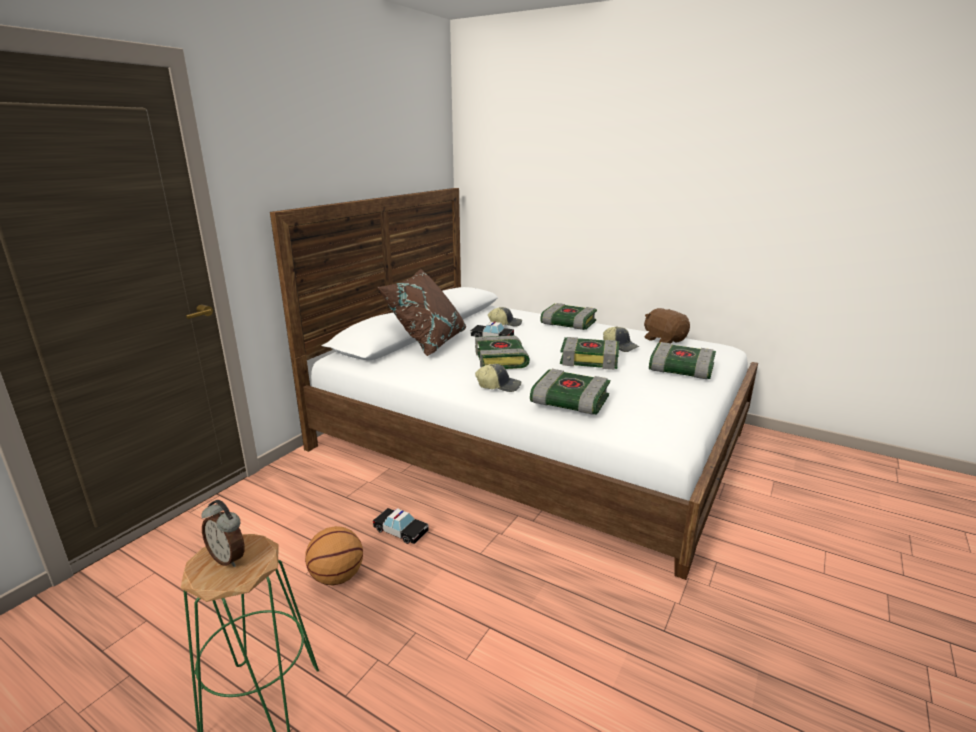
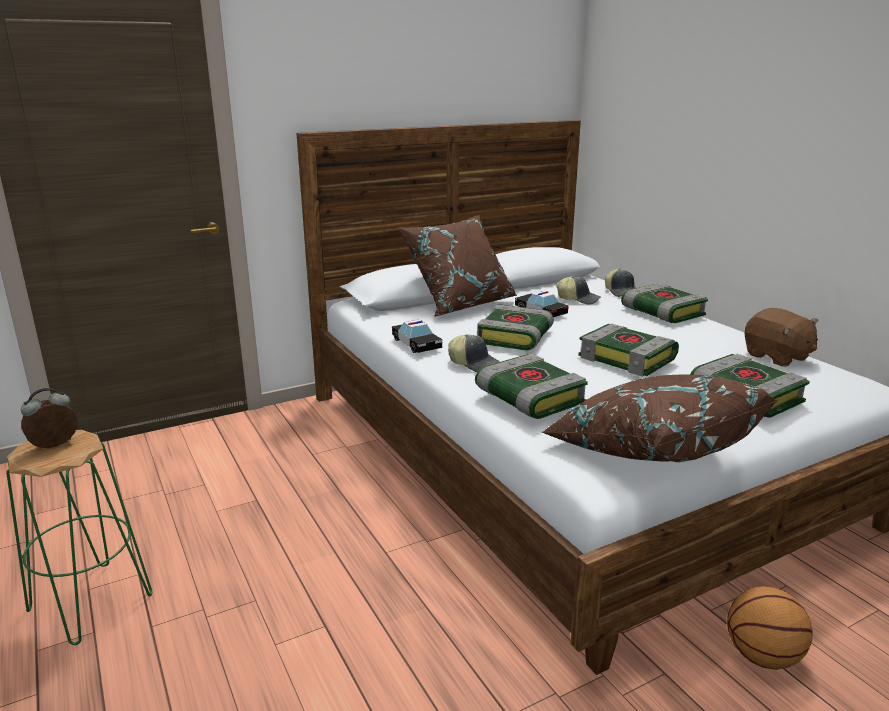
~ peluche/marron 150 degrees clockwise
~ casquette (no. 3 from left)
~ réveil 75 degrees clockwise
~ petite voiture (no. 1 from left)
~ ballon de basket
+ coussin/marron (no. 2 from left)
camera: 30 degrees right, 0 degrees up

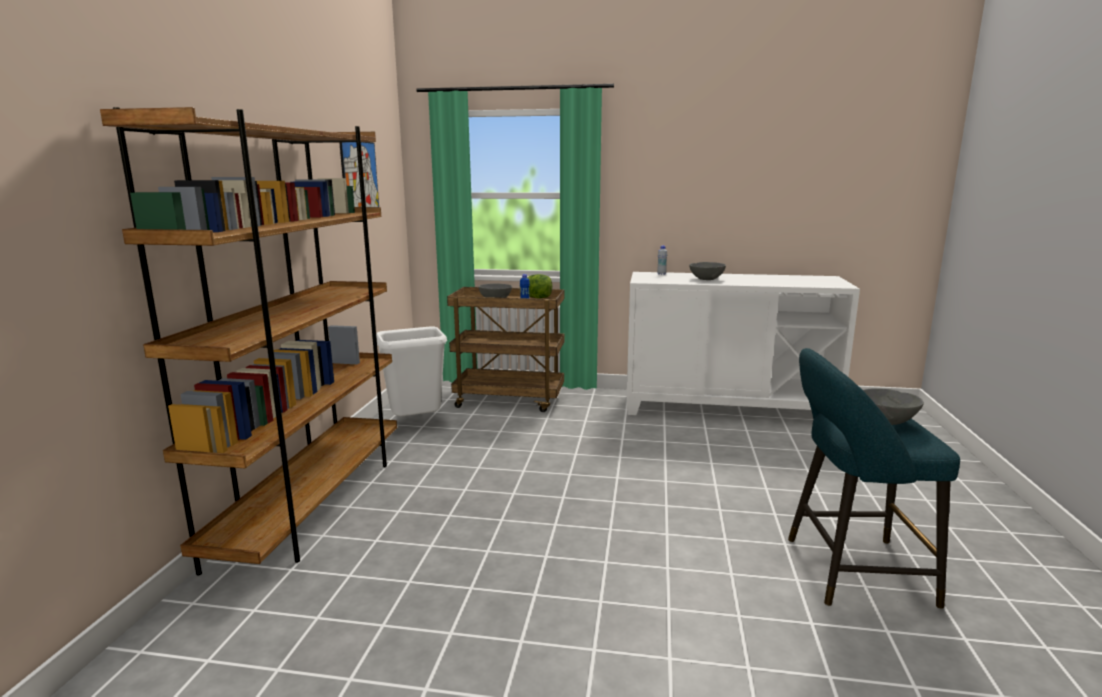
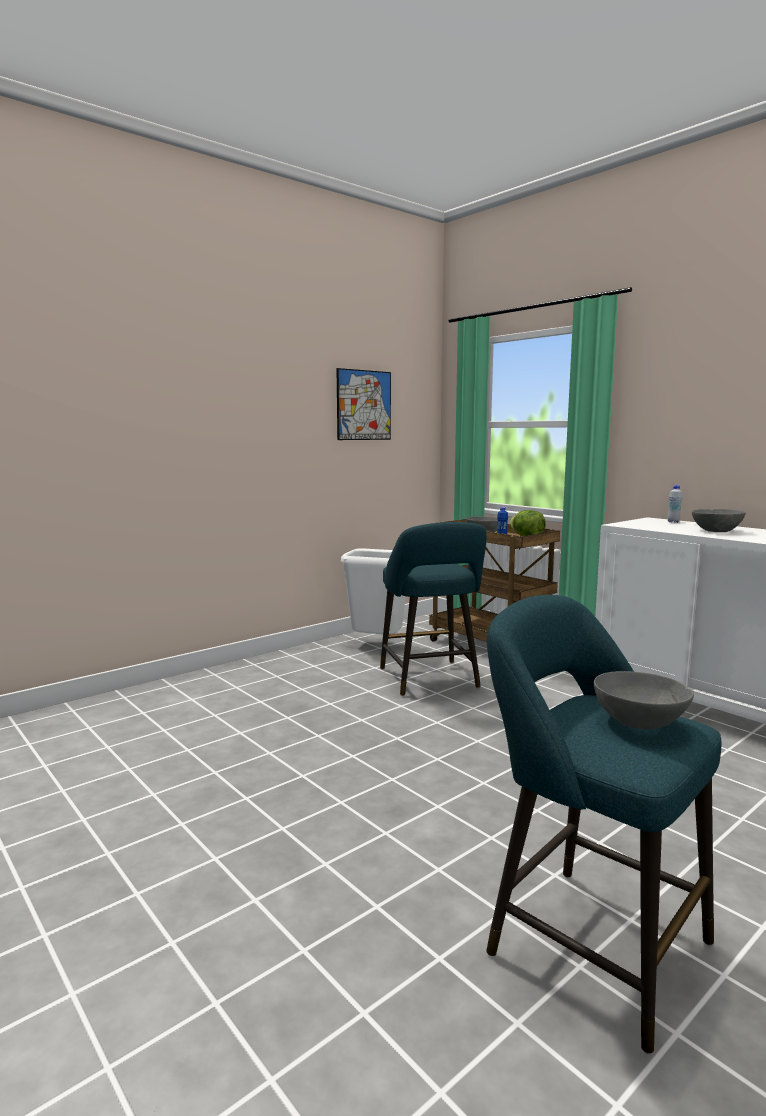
- bibliothèque/marron
+ tabouret/turquoise (no. 1 from left)
camera: 40 degrees right, 5 degrees down

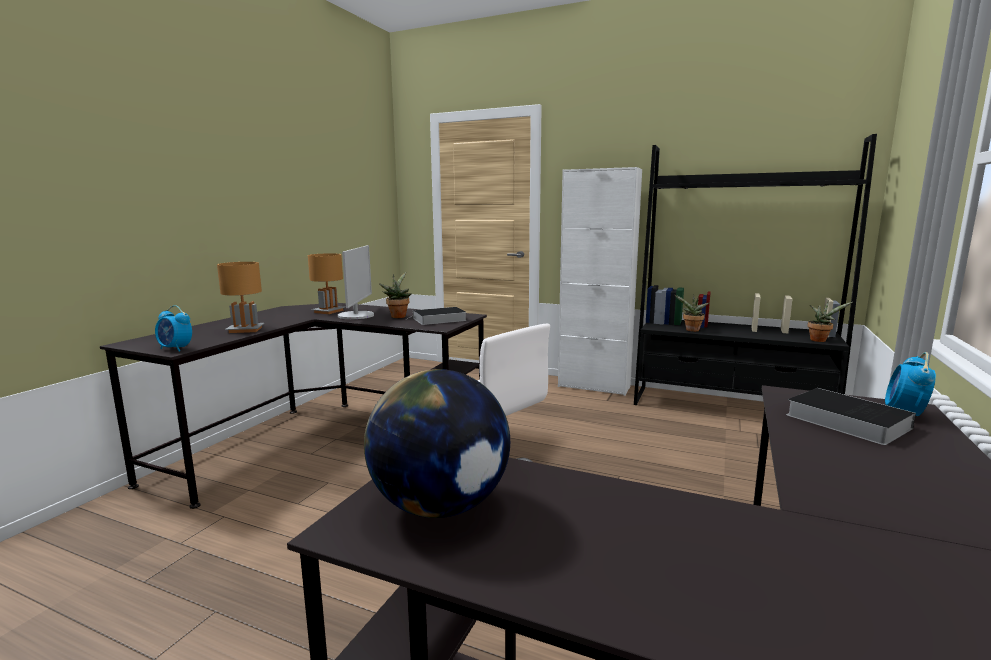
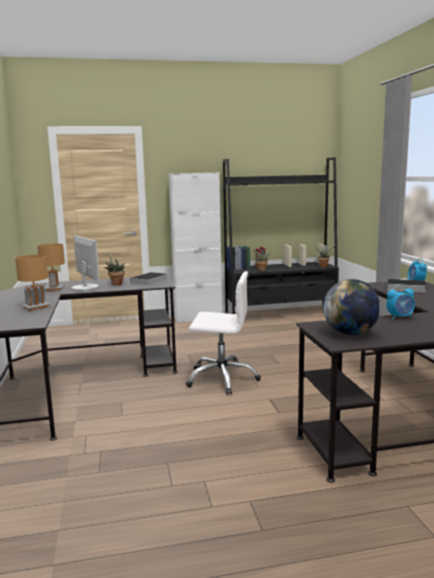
~ réveil (no. 1 from left)
camera: 35 degrees left, 0 degrees up

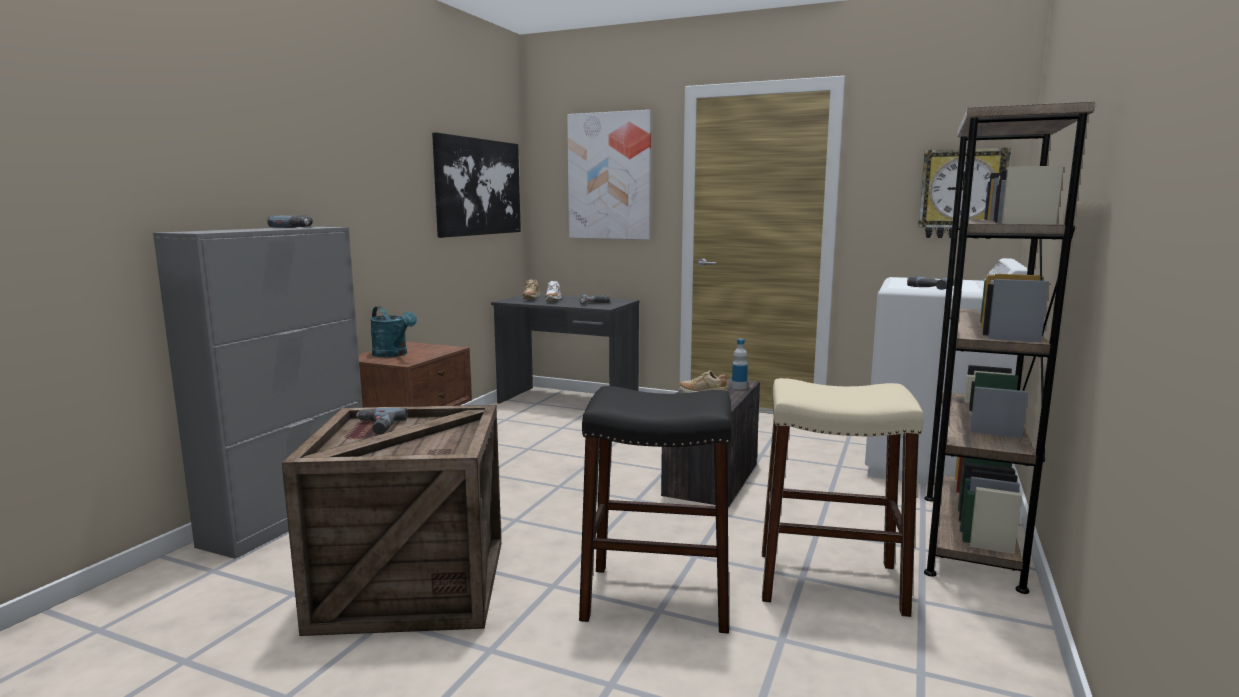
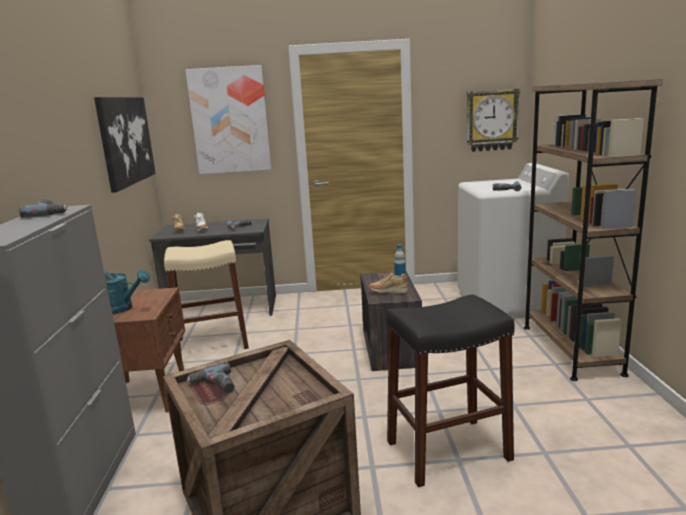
~ tabouret/beige
camera: 25 degrees left, 5 degrees up

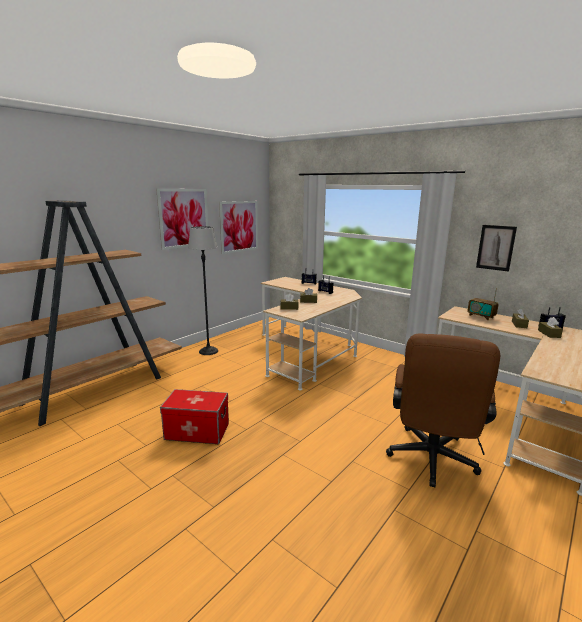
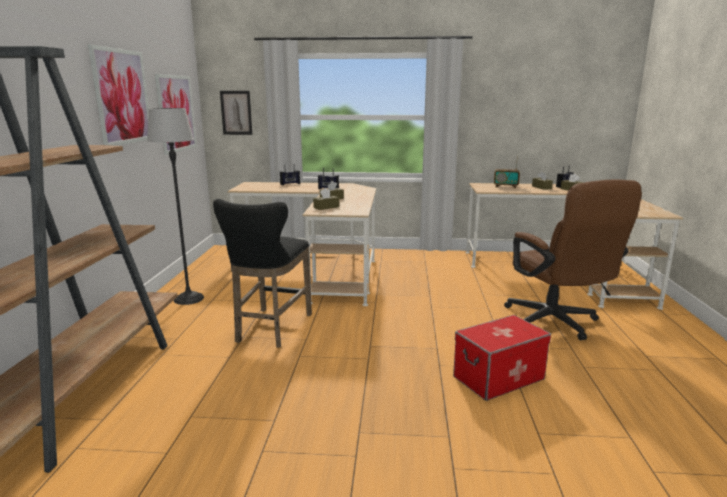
~ tableau (no. 3 from left)
~ boîte de rangement
+ tabouret/noir
camera: 35 degrees left, 0 degrees up

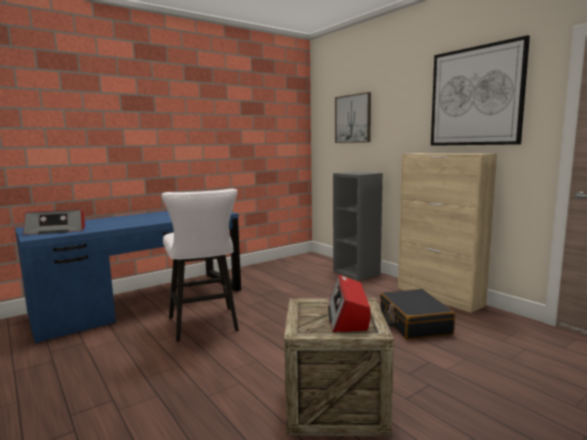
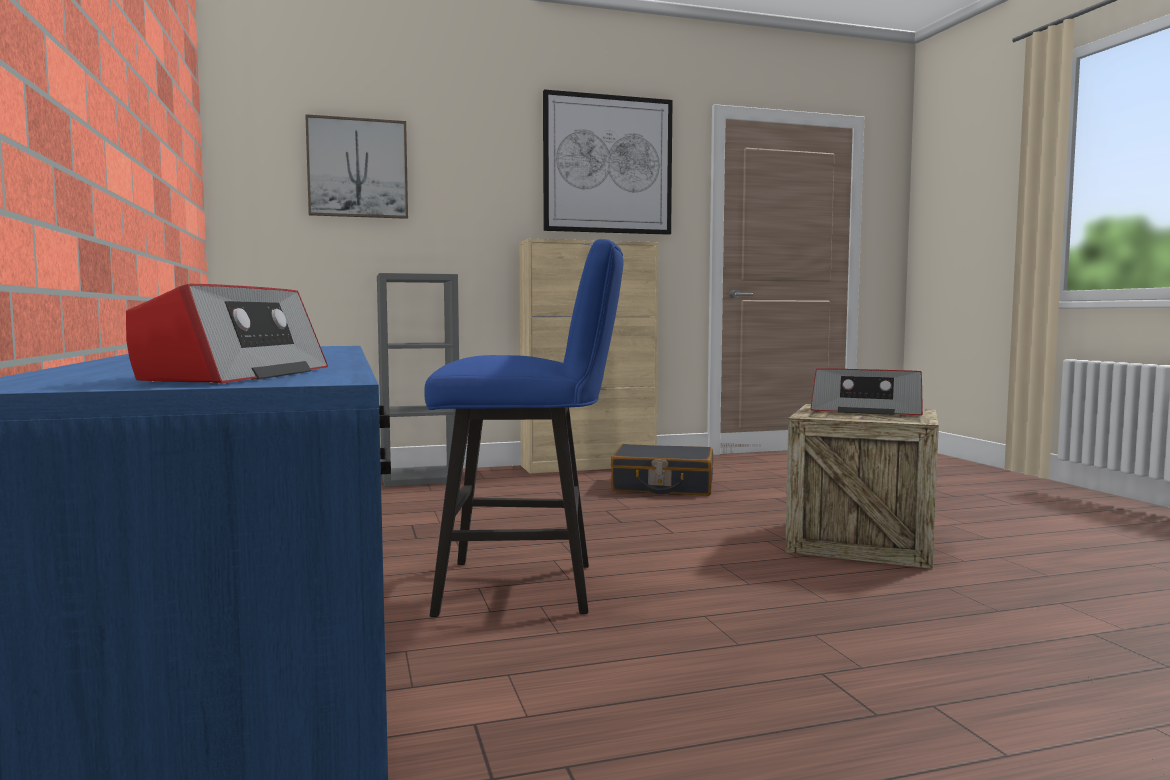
~ tabouret/blanc to tabouret/bleu
camera: 70 degrees left, 5 degrees down

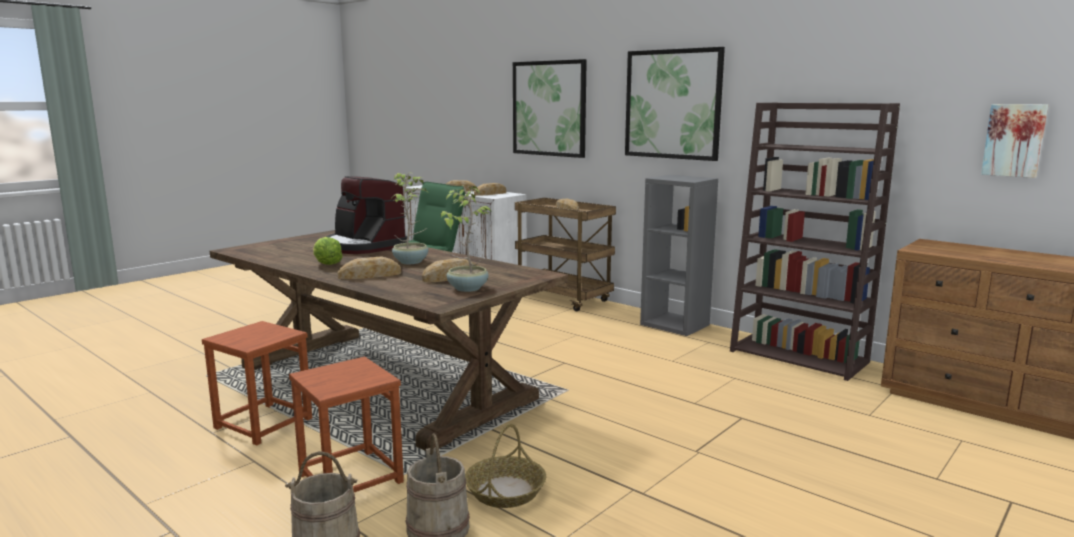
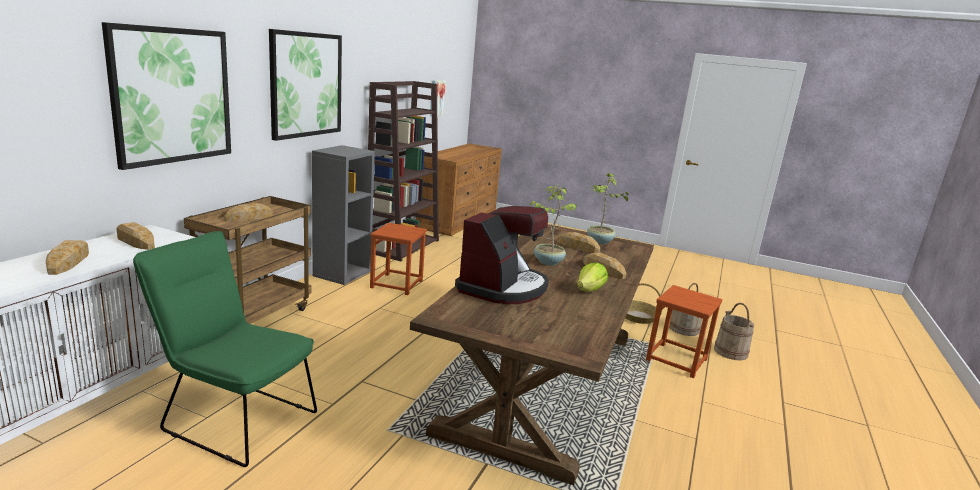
~ tabouret/marron (no. 1 from left)
camera: 110 degrees left, 5 degrees up

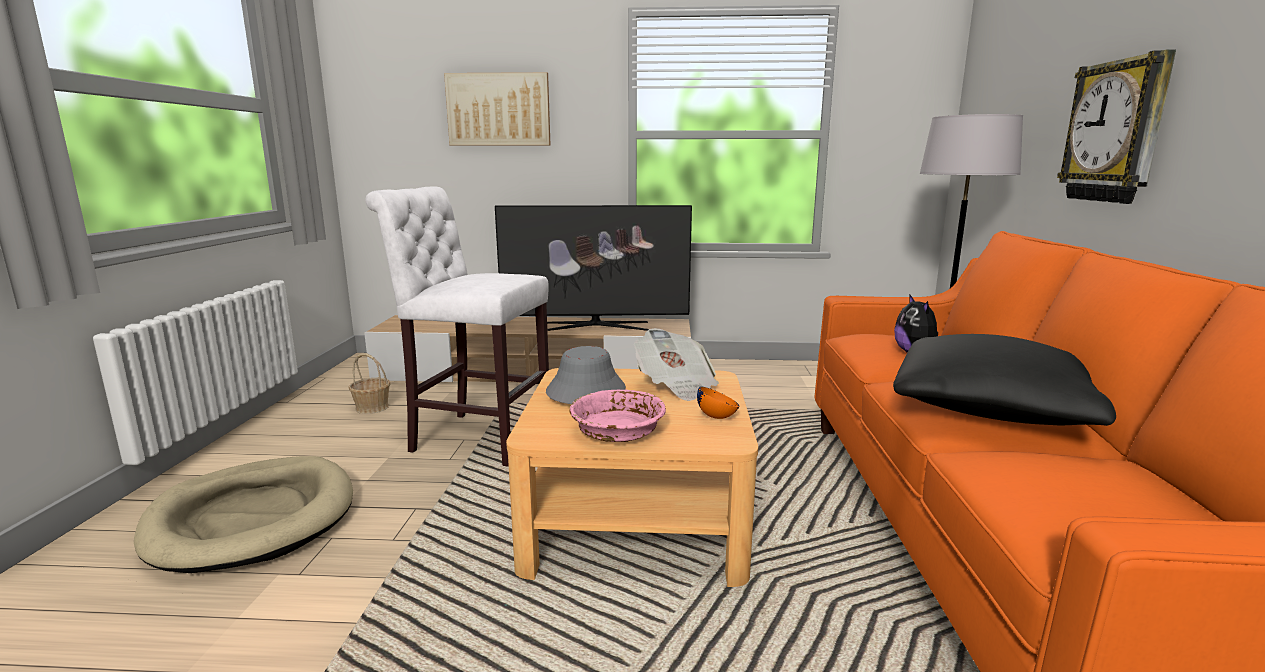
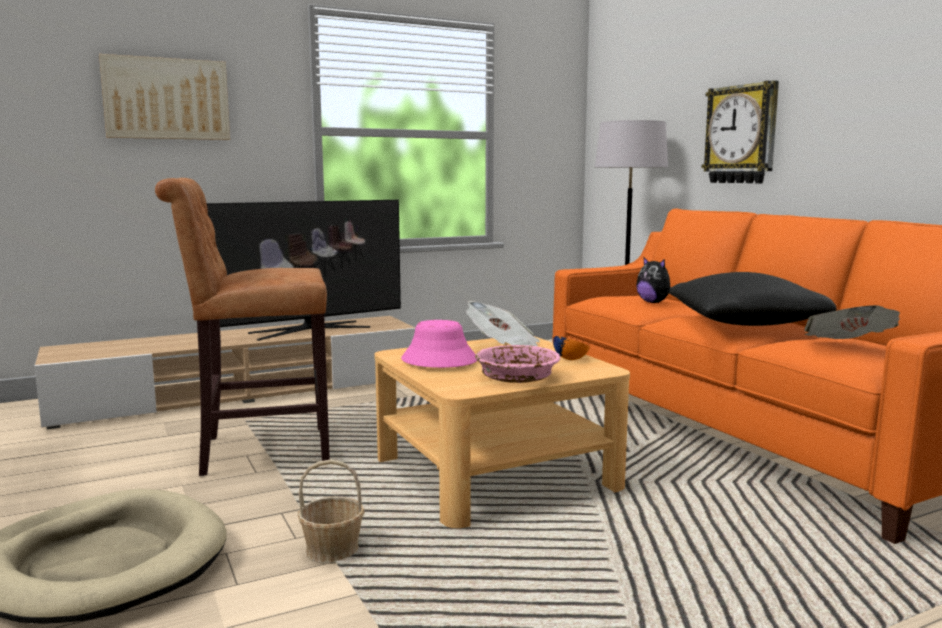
~ tabouret/blanc to tabouret/marron
~ chapeau/gris to chapeau/rose
~ panier
+ journal (no. 2 from left)
camera: 30 degrees left, 5 degrees down

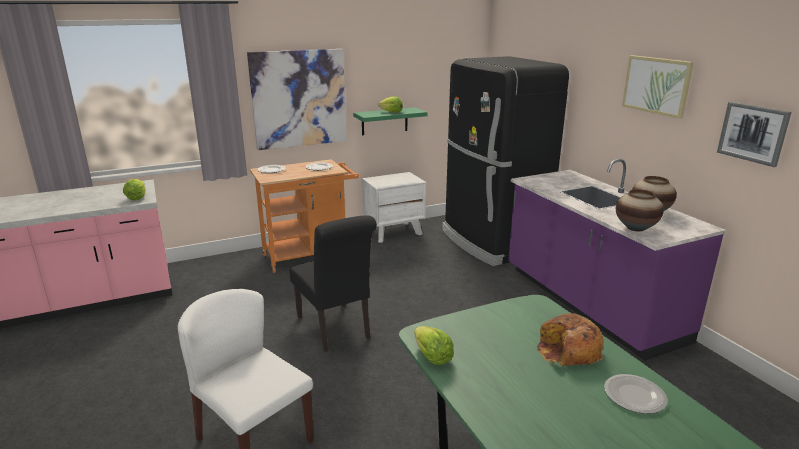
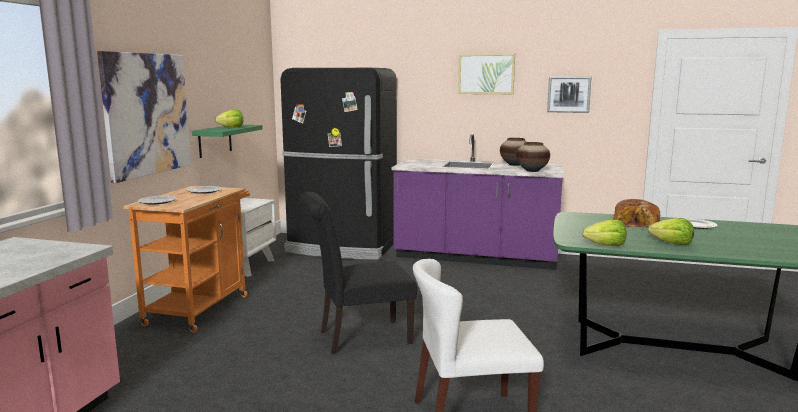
~ laitue (no. 1 from left in the first image) to laitue (no. 3 from left)
~ chaise/noir 150 degrees clockwise
camera: 50 degrees left, 10 degrees down

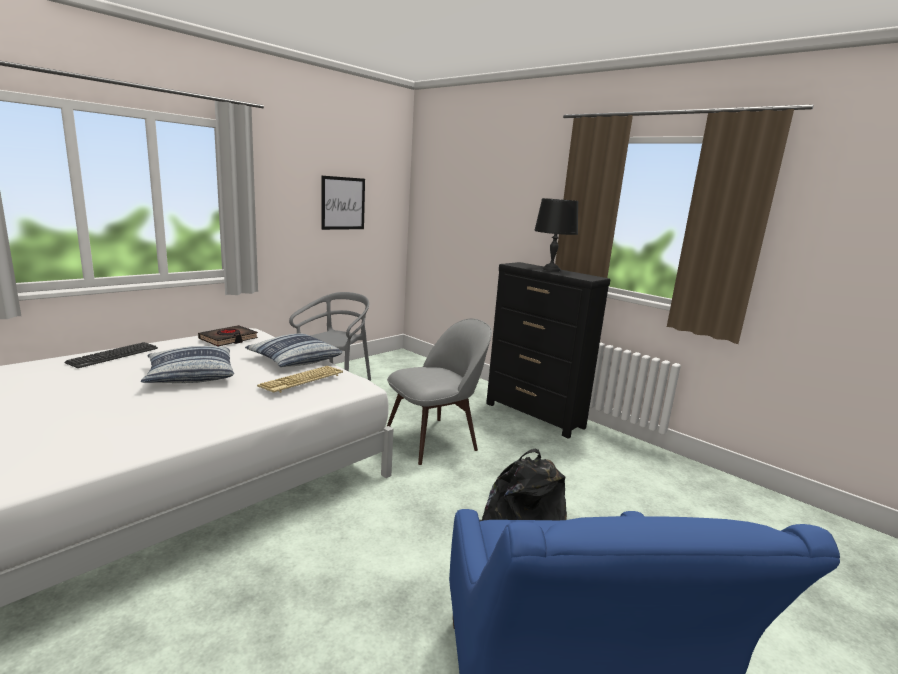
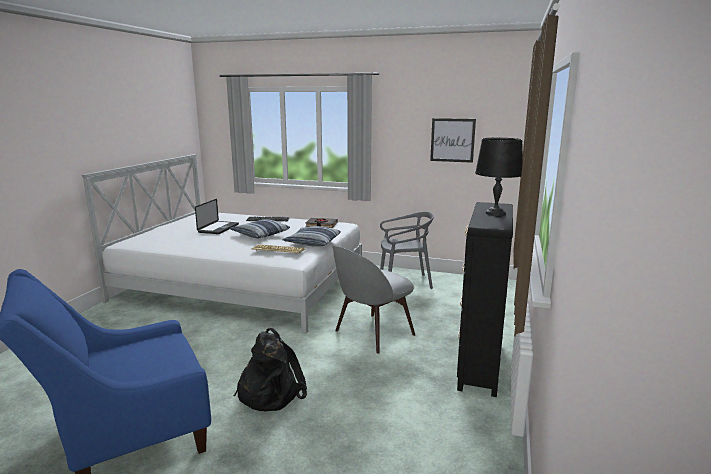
~ chaise/gris (no. 2 from left in the first image) 105 degrees clockwise
+ ordinateur portable
camera: 65 degrees right, 0 degrees up

